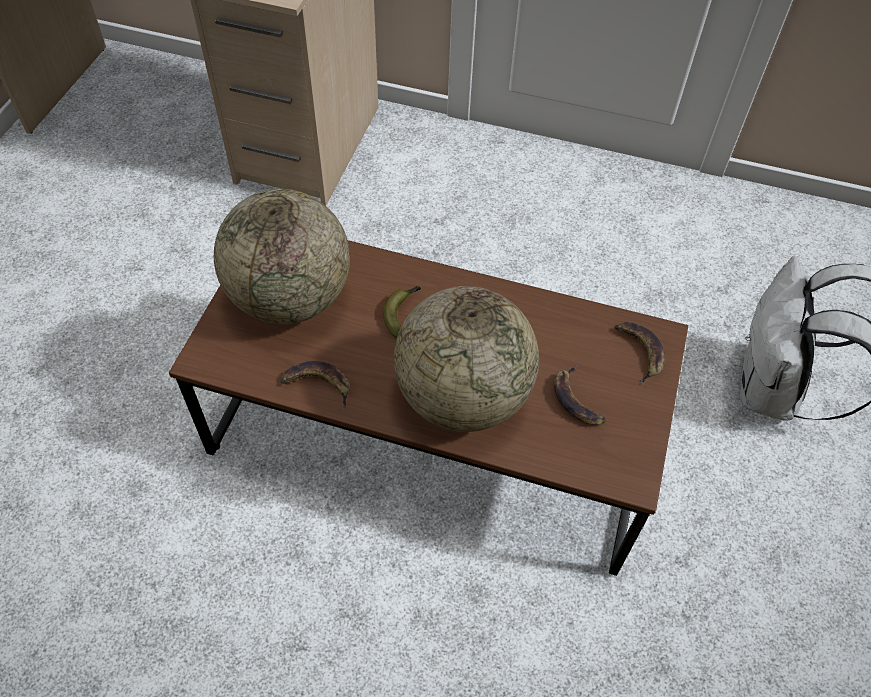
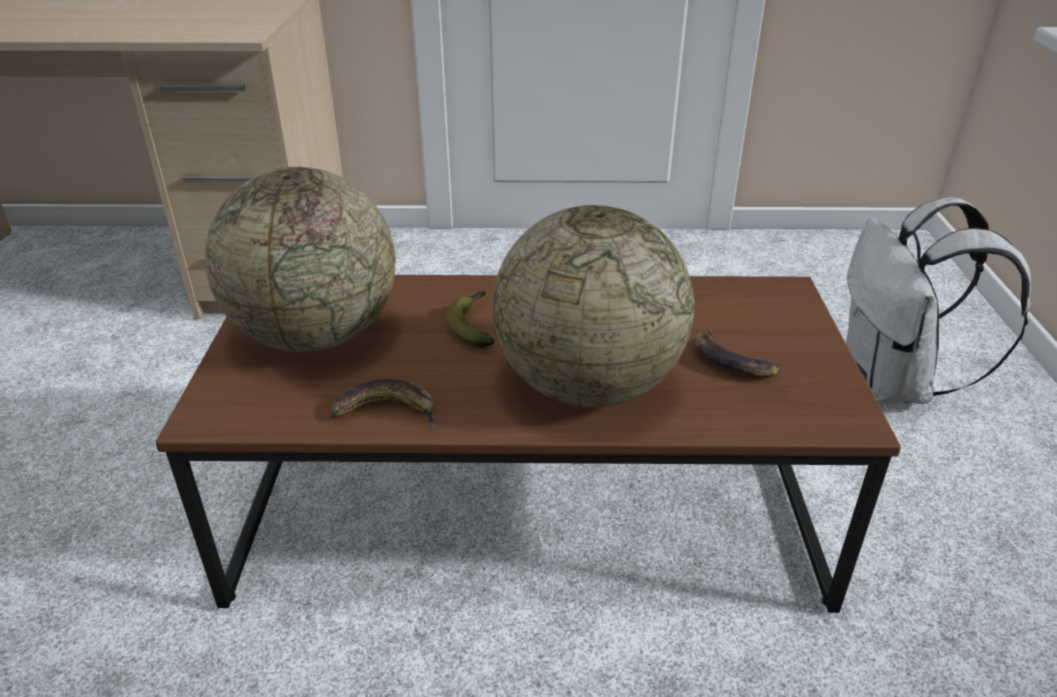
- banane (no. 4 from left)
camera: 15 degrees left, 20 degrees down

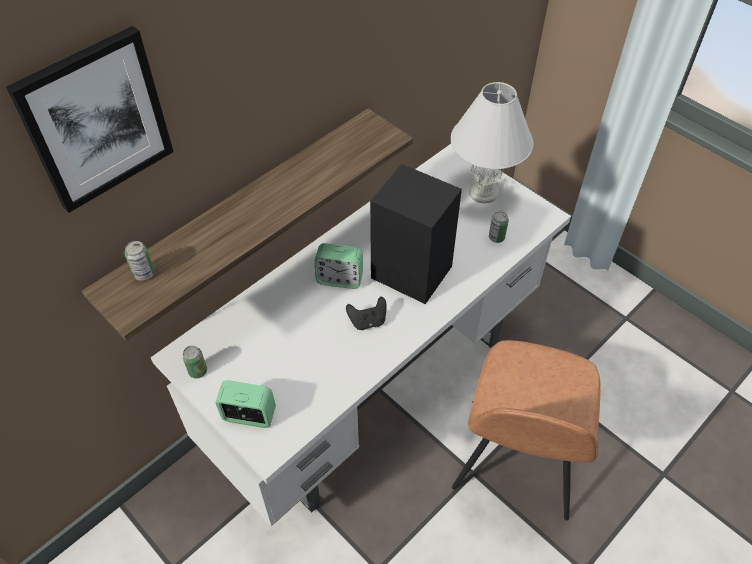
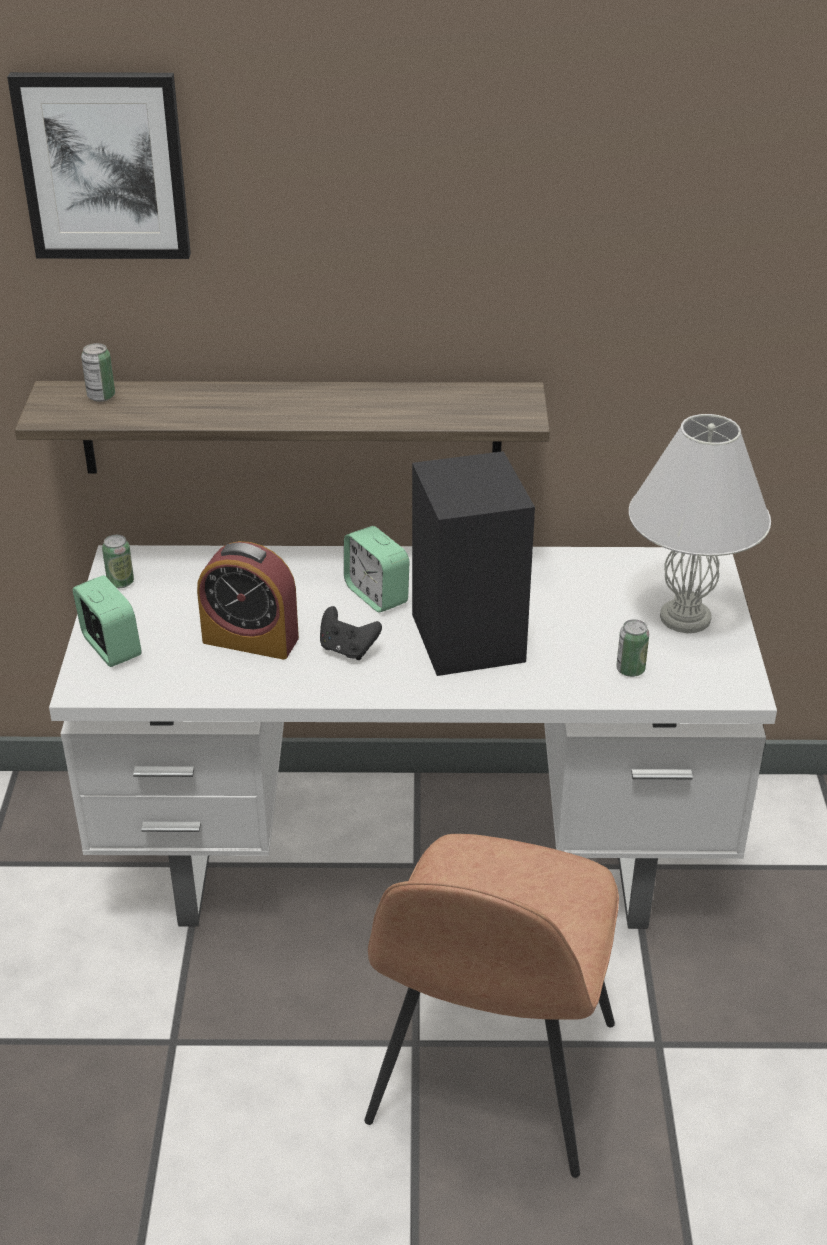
~ chaise/marron 45 degrees counterclockwise
+ réveil (no. 2 from left)
camera: 45 degrees right, 15 degrees down

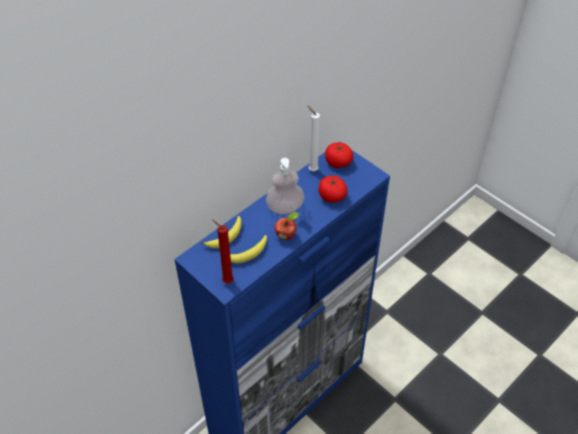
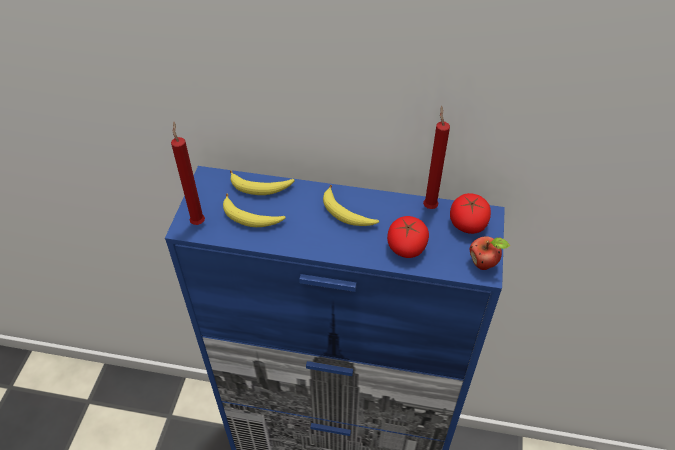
~ bougie/blanc to bougie/rouge (no. 2 from left)
~ distributeur de savon to banane (no. 3 from left)
~ pomme
camera: 55 degrees right, 0 degrees up

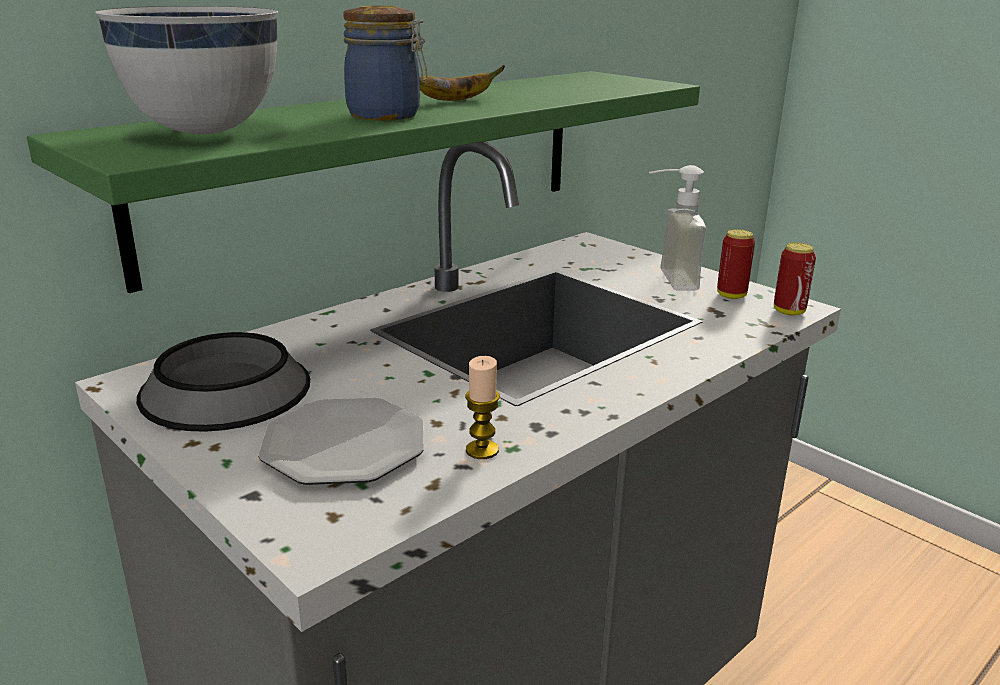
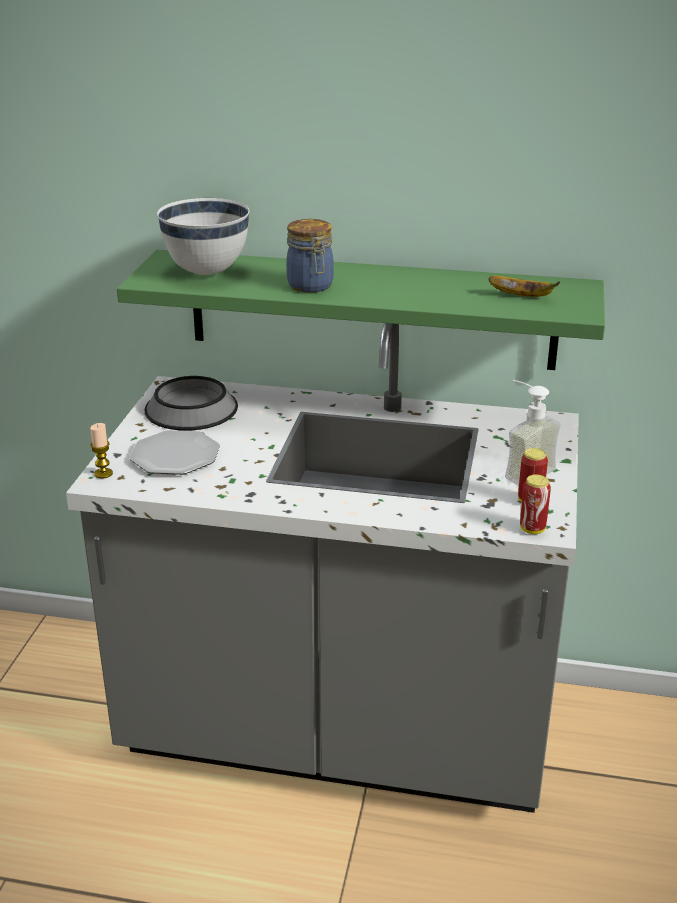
~ banane
~ bougie
camera: 55 degrees right, 5 degrees up

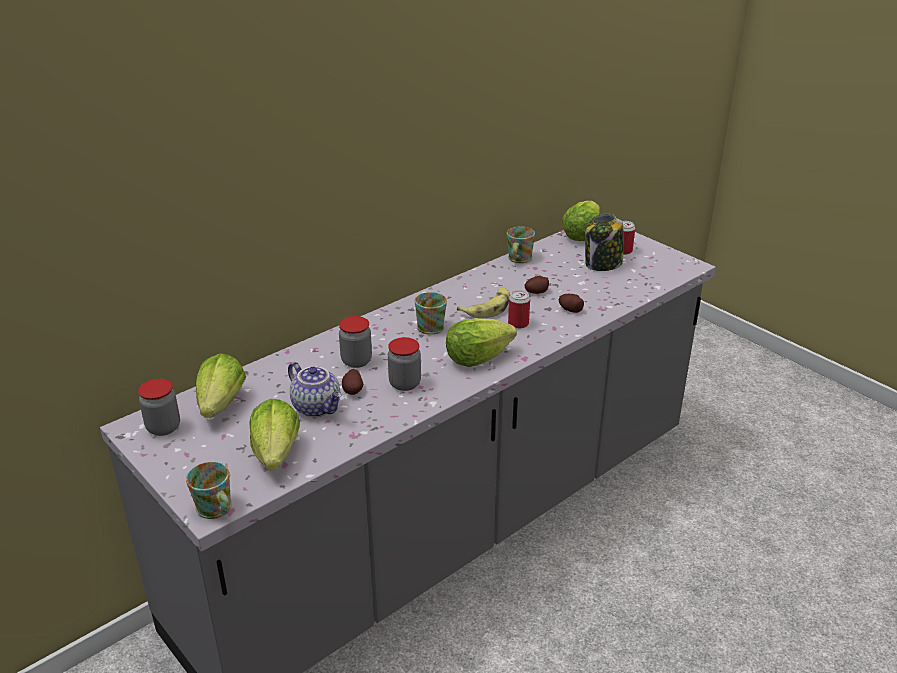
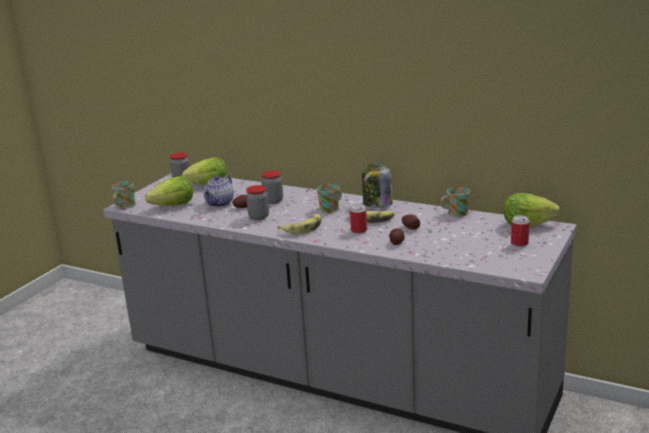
~ bocal (no. 4 from left)
~ laitue (no. 3 from left) to banane (no. 1 from left)
camera: 70 degrees right, 10 degrees down

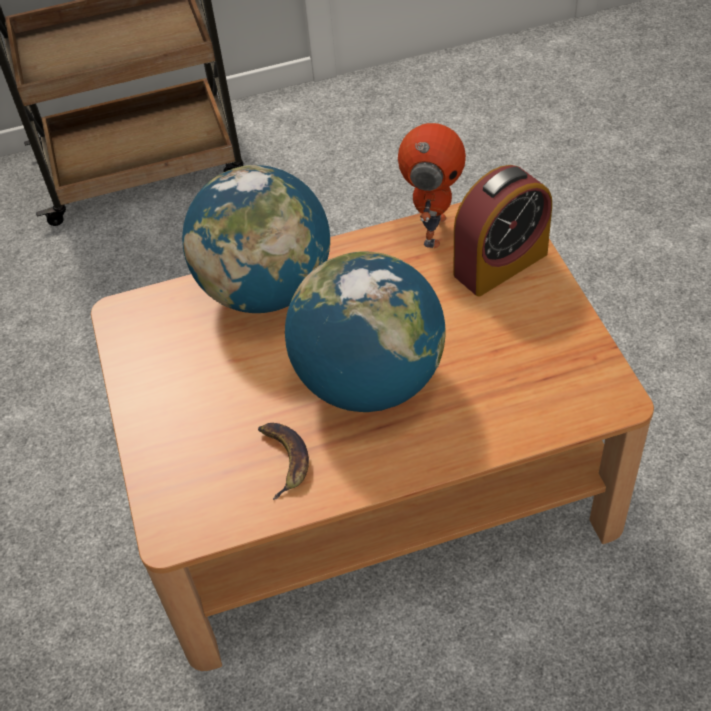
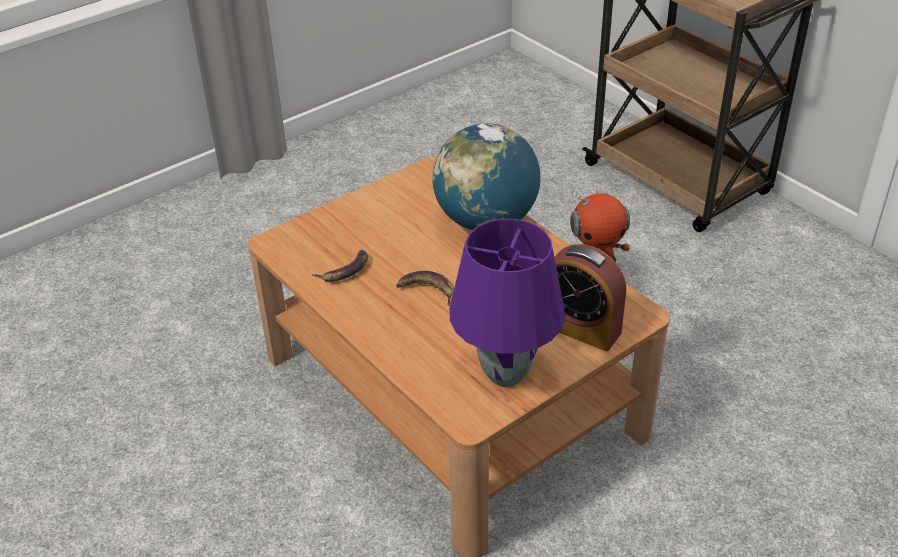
~ globe (no. 2 from left) to banane (no. 2 from left)
+ lampe de table/violet
camera: 65 degrees right, 10 degrees down

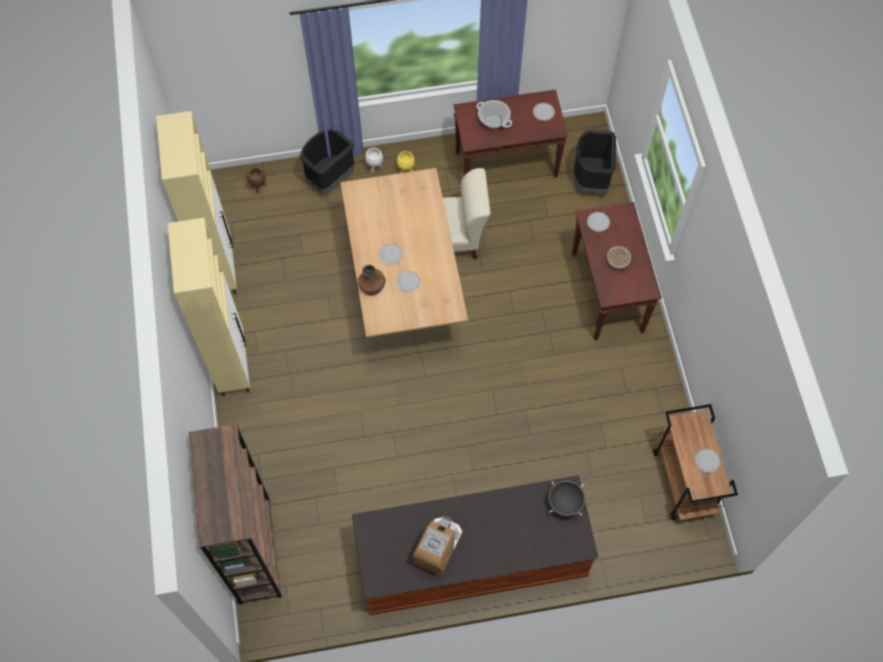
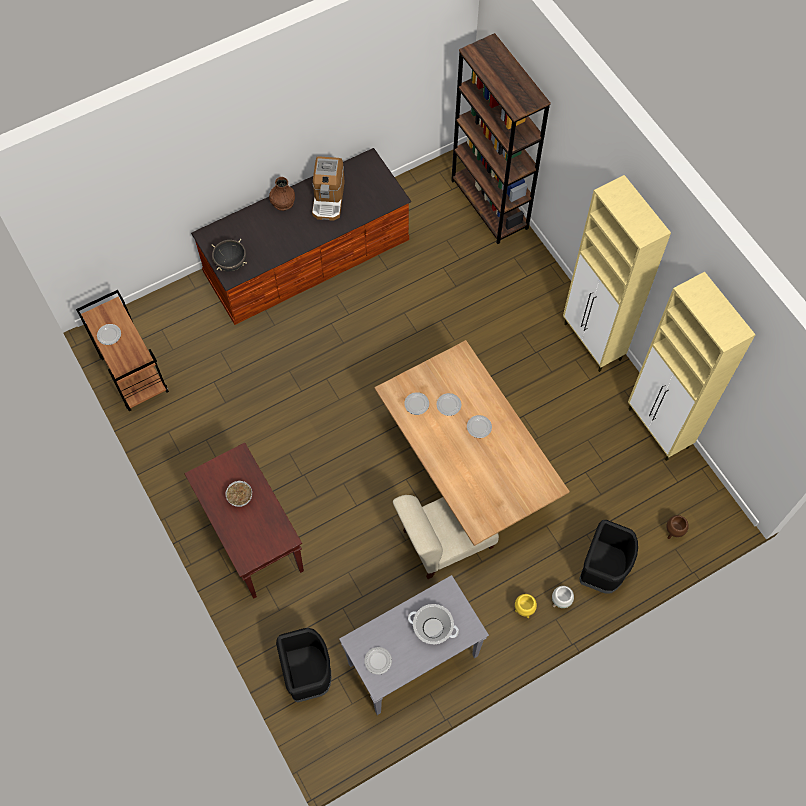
~ table console/marron (no. 1 from left) to table console/gris
~ assiette (no. 4 from left in the first image) to assiette (no. 3 from left)
~ vase/marron
camera: 160 degrees right, 0 degrees up

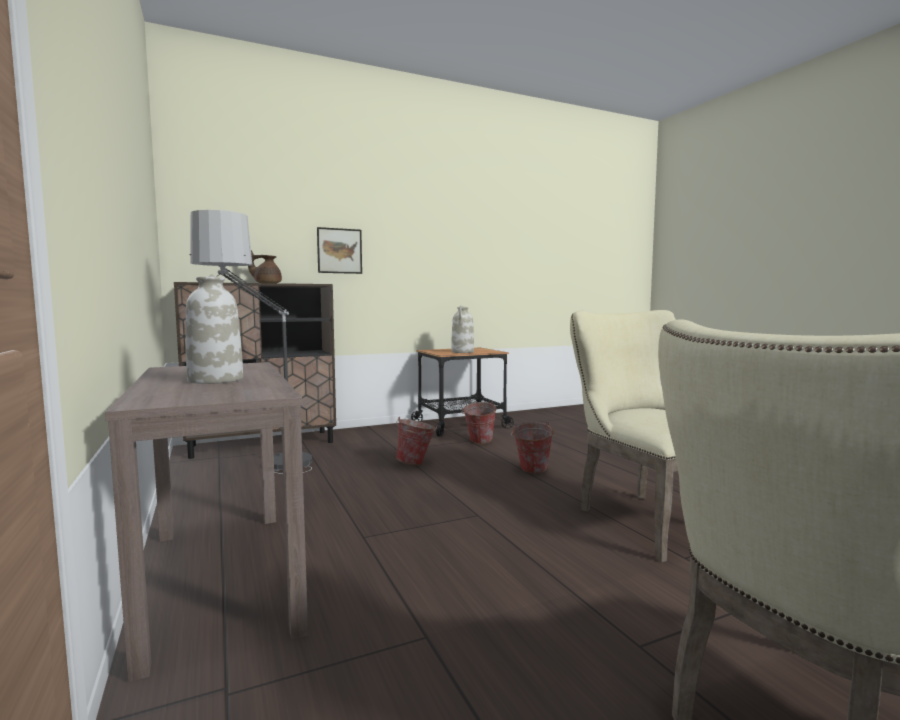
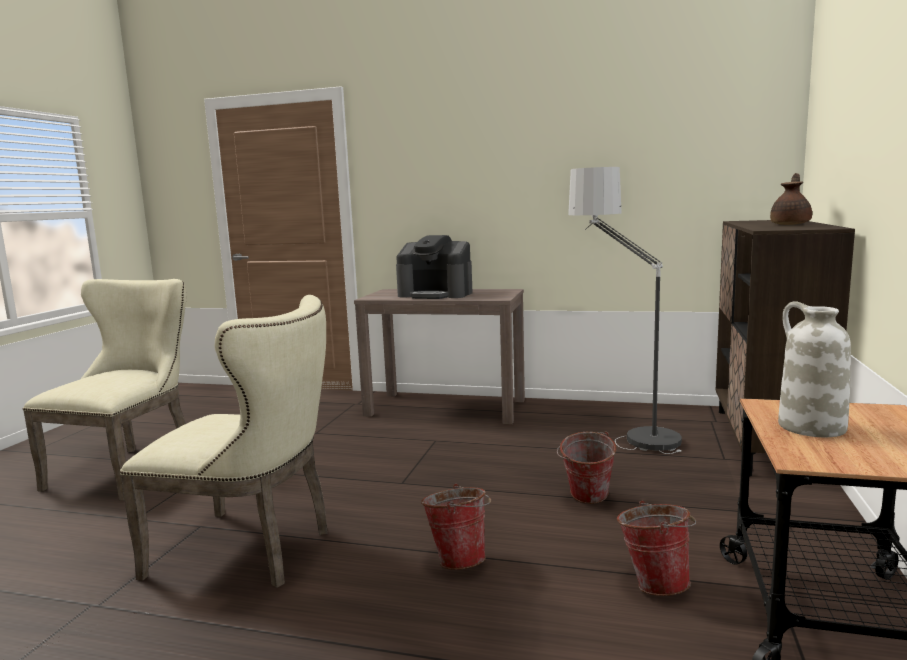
- tableau
~ vase/blanc (no. 1 from left) to machine à café
camera: 130 degrees right, 5 degrees up

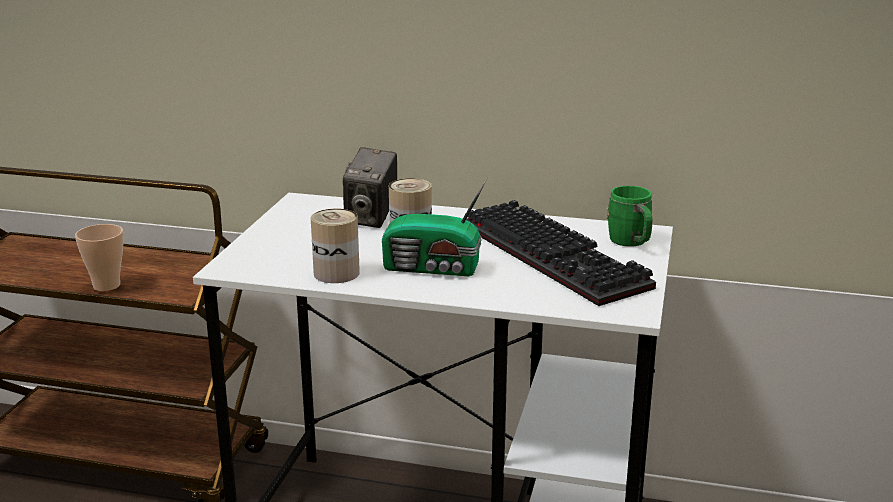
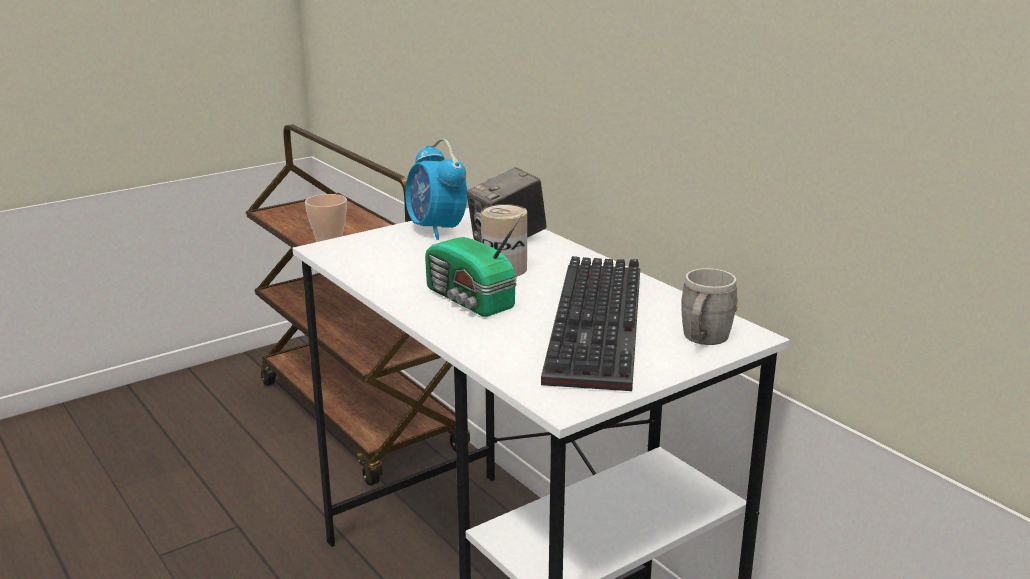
~ mug/vert to mug/gris
- boîte métallique (no. 1 from left)
+ réveil
camera: 40 degrees right, 0 degrees up

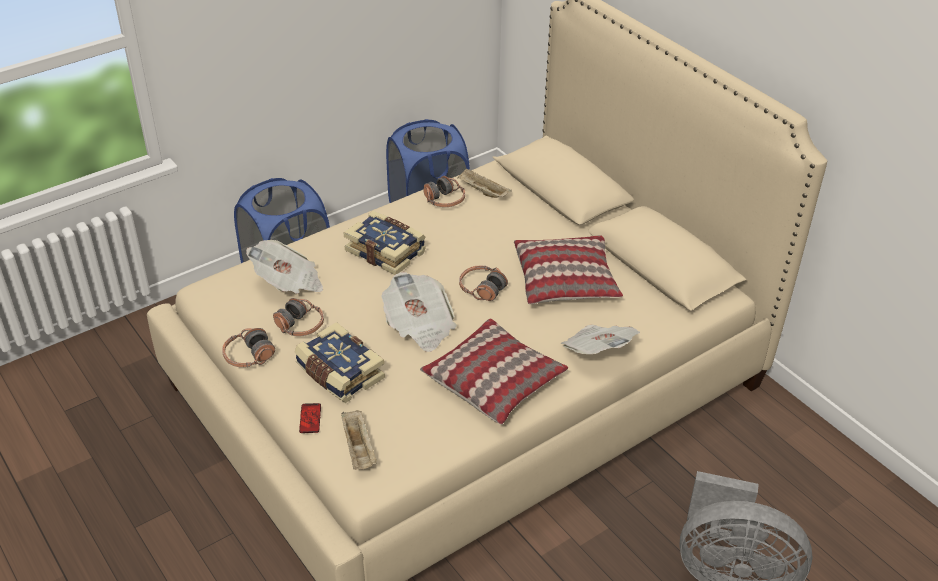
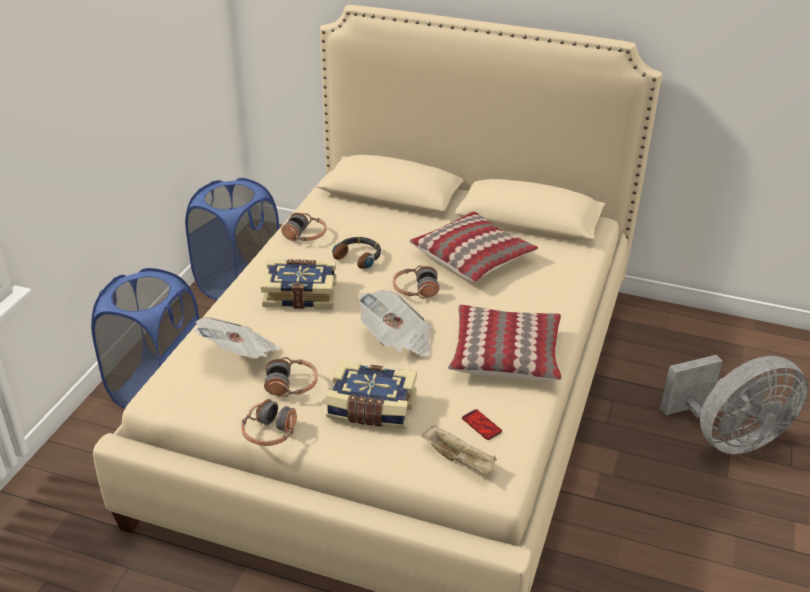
- plateau/beige (no. 2 from left)
- journal (no. 3 from left)
~ téléphone
+ casque audio (no. 4 from left)
camera: 35 degrees left, 5 degrees down

